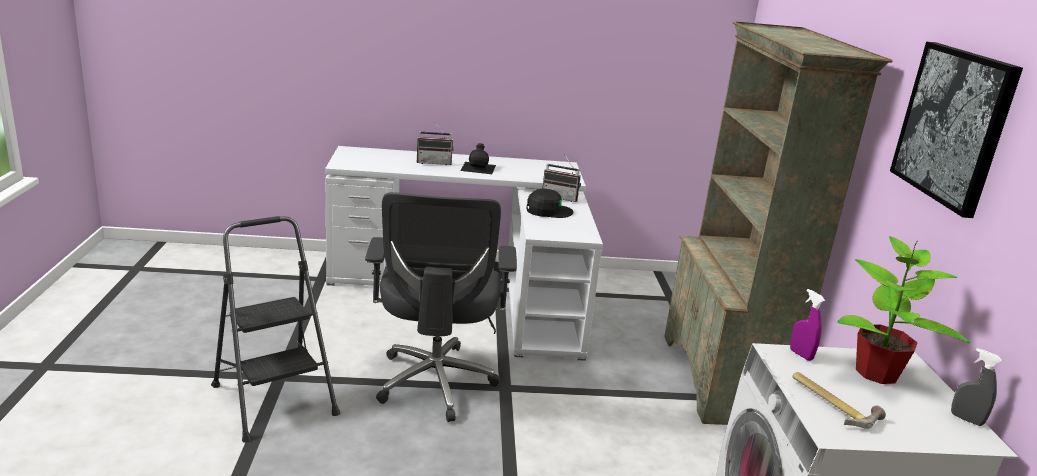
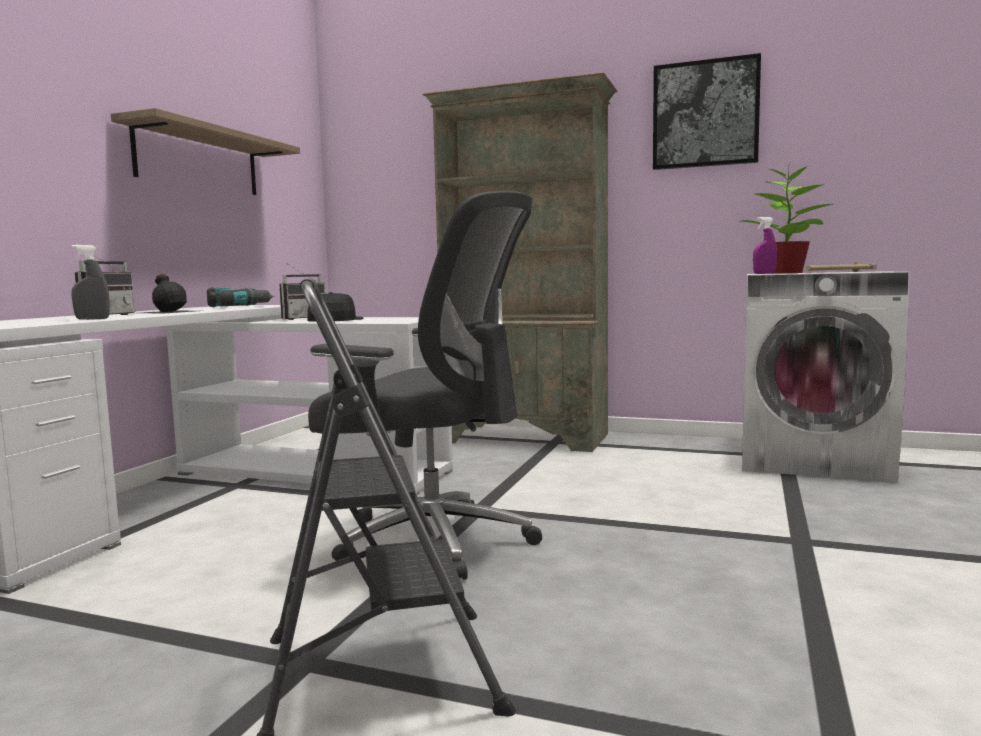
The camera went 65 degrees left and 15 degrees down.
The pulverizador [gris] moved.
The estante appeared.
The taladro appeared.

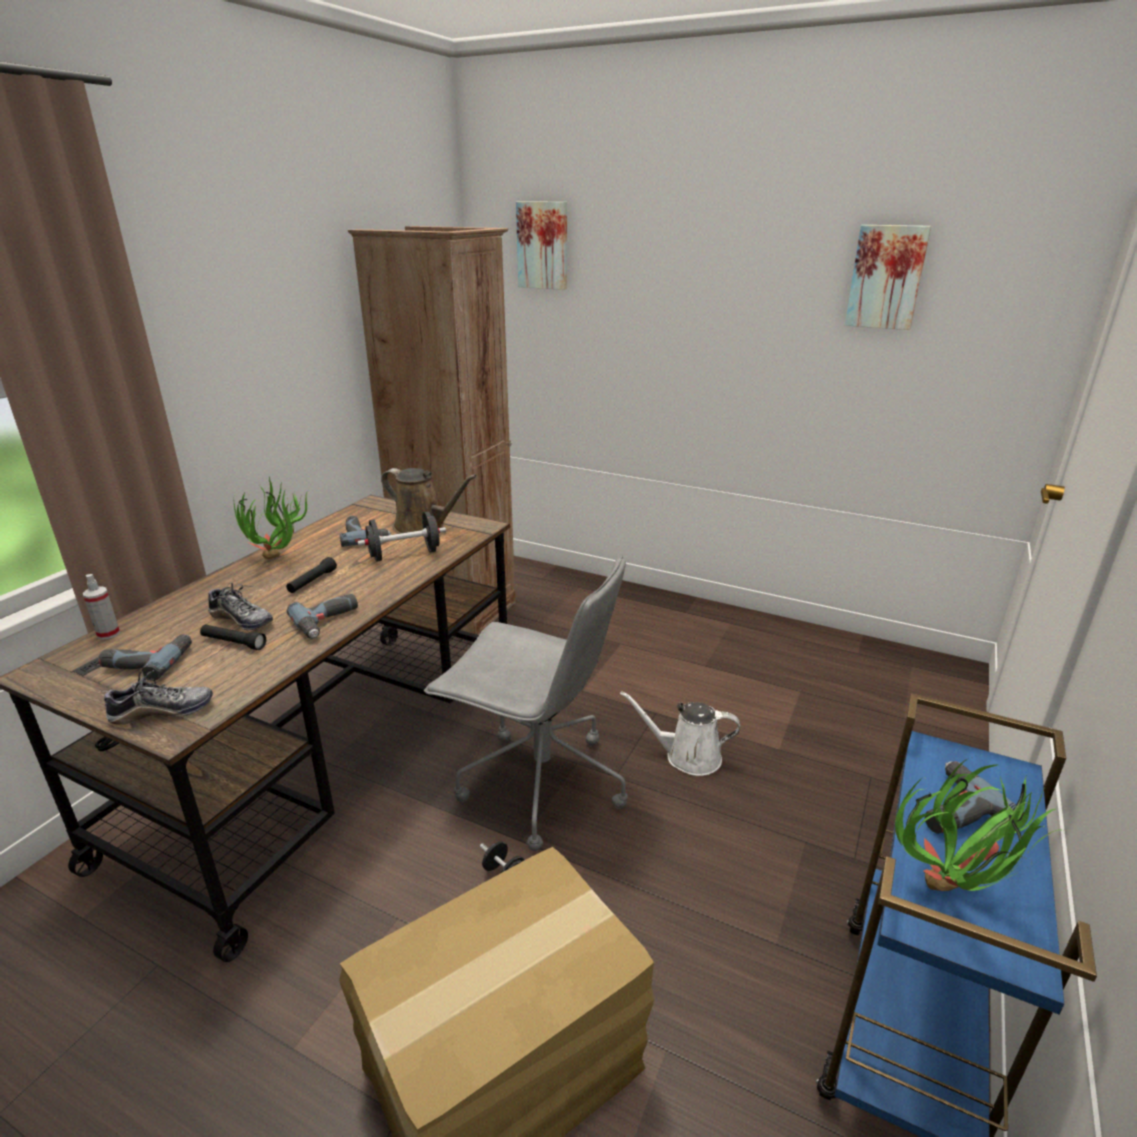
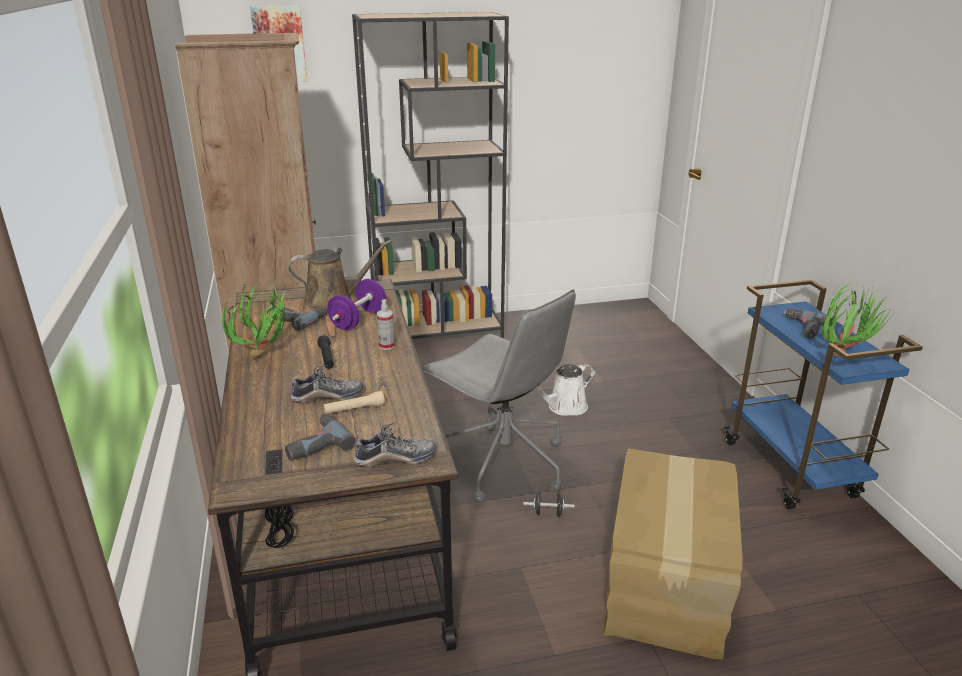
The camera went 40 degrees left and 0 degrees up.
The cuadro (2nd from left) disappeared.
The mancuerna [negro] (1st from left) became the mancuerna [morado].
The silla de oficina [gris] turned 60 degrees clockwise.
The pulverizador moved.
The taladro (2nd from left) disappeared.
The linterna [negro] (1st from left) became the linterna [beis].
The zapato (1st from left in the first image) turned 45 degrees clockwise.
The estantería appeared.

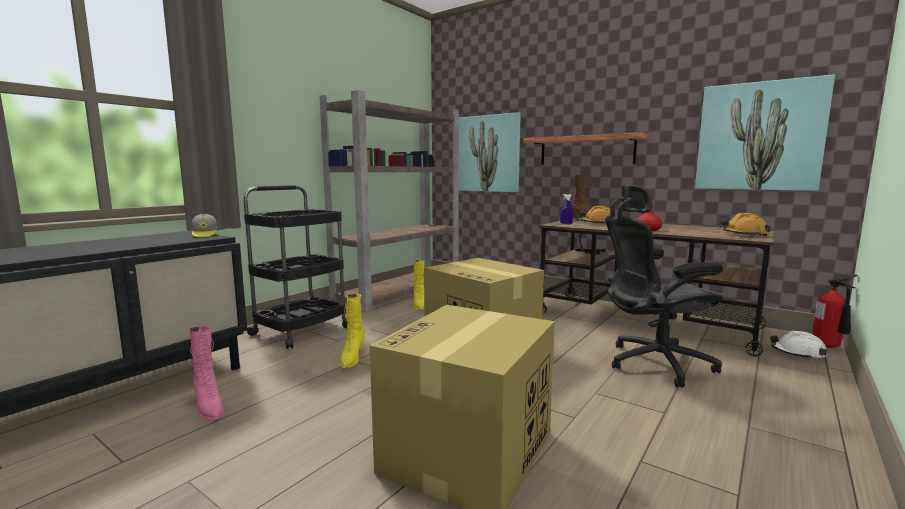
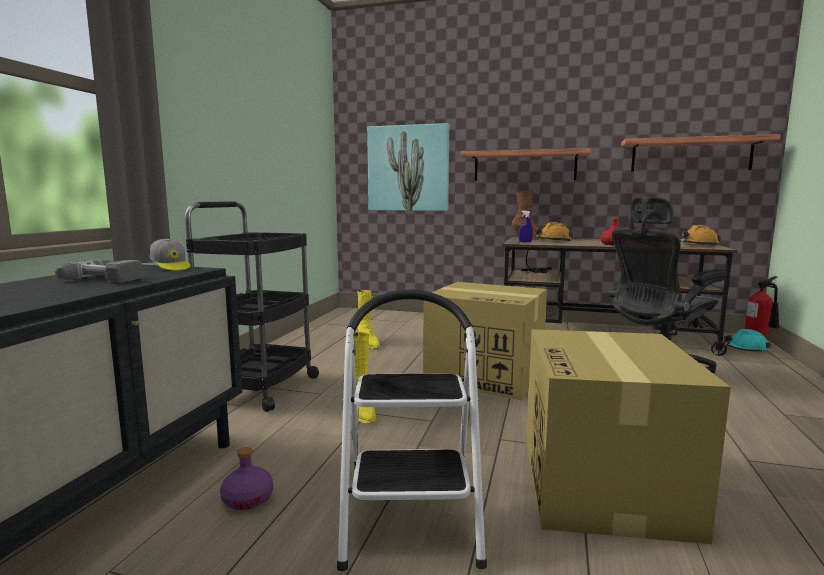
The camera went 20 degrees left and 0 degrees up.
The cuadro (2nd from left) was replaced by the estante (2nd from left).
The estantería [marrón] disappeared.
The bota [rosa] was replaced by the botella [morado].
The casco [blanco] became the casco [turquesa].
The taladro appeared.
The escalera de tijera appeared.

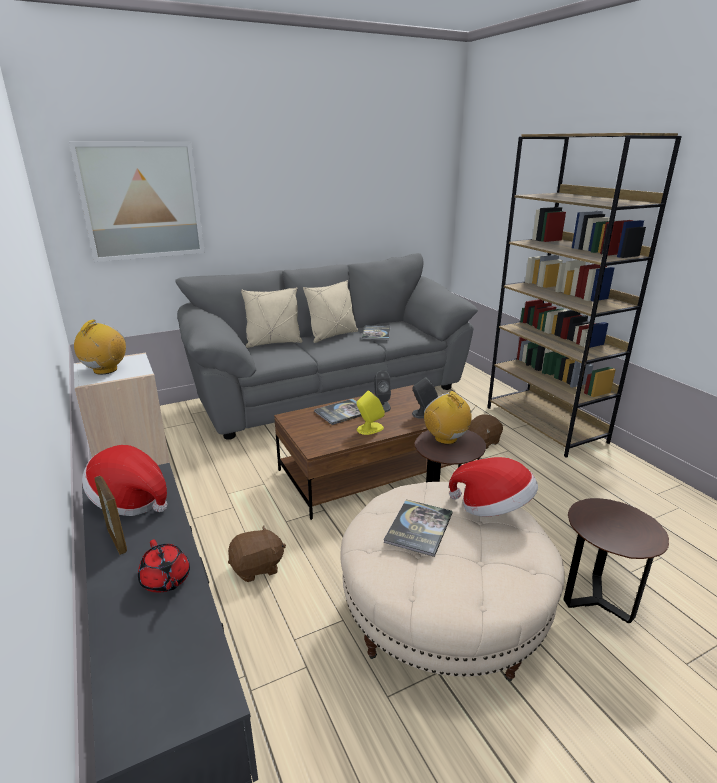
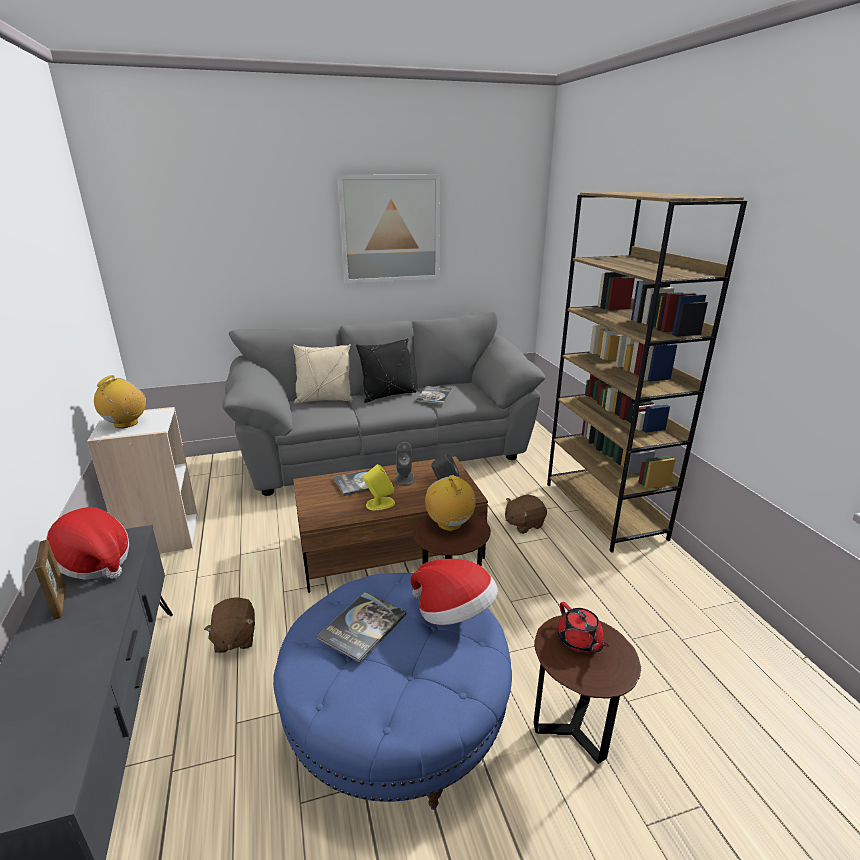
The camera went 10 degrees right and 0 degrees up.
The cuadro moved.
The cojín [beis] (2nd from left) became the cojín [negro].
The puf [beis] became the puf [azul].
The peluche [marrón] (1st from left) turned 90 degrees clockwise.
The tetera [rojo] moved.

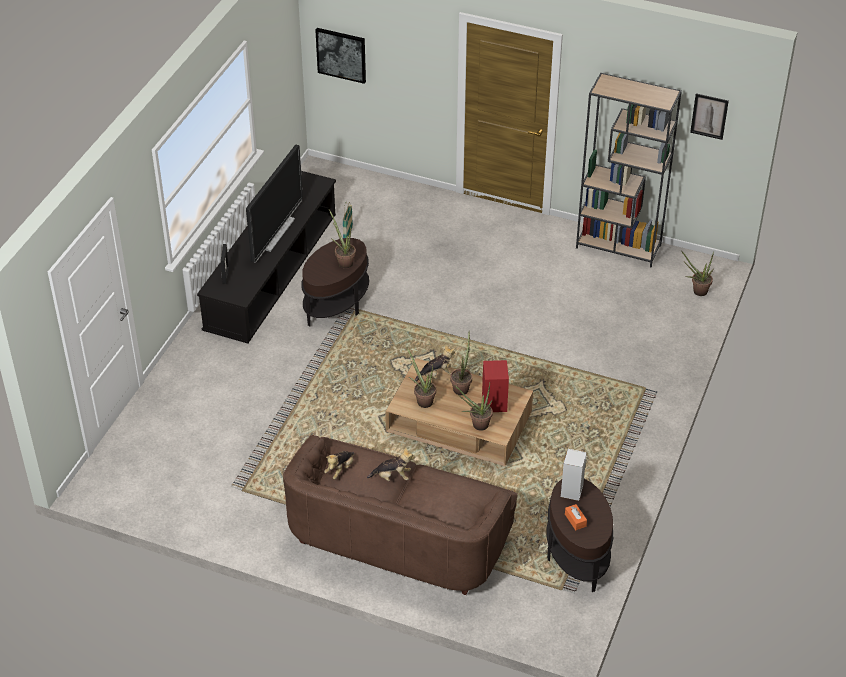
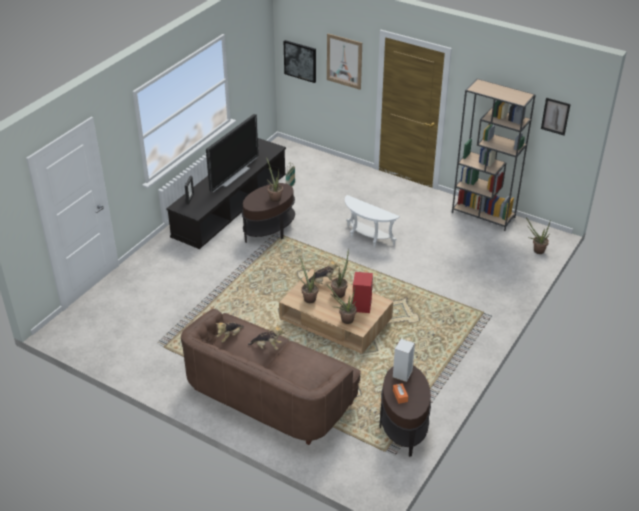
The camera went 10 degrees right and 5 degrees down.
The cuadro (2nd from left) appeared.
The mesa auxiliar [blanco] appeared.

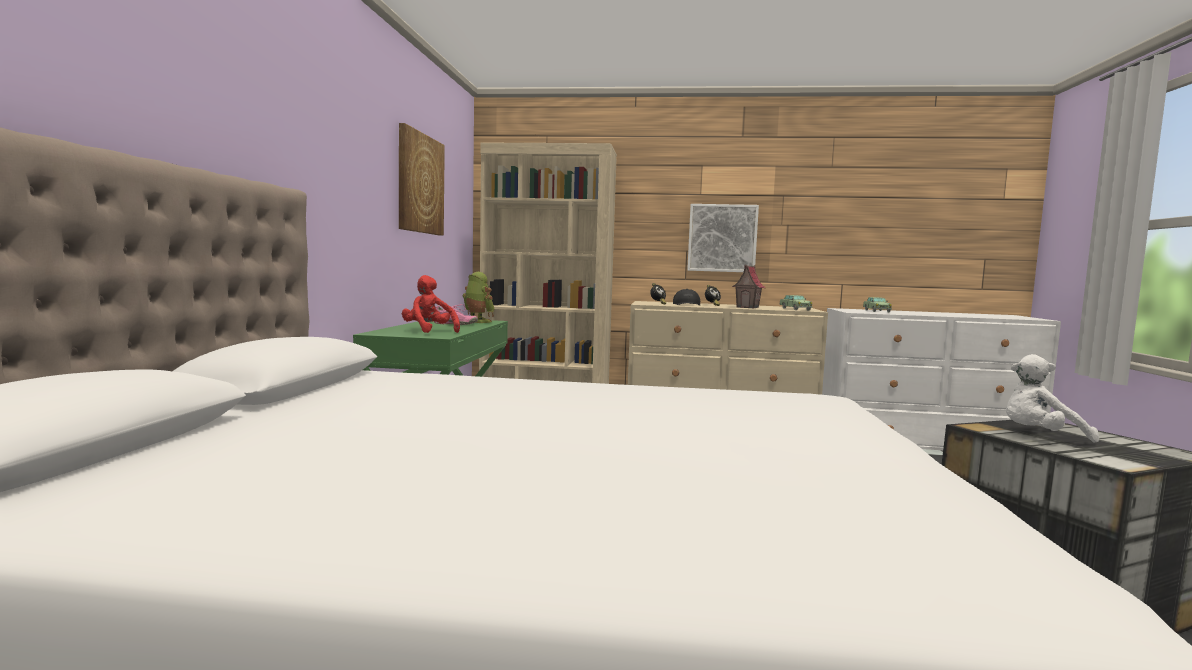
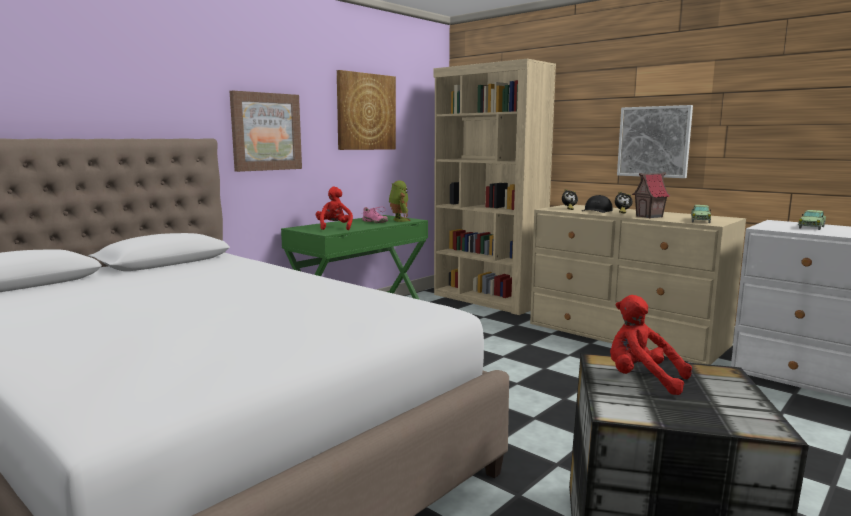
The camera went 35 degrees right and 5 degrees up.
The peluche [blanco] became the peluche [rojo] (2nd from left).
The cuadro (1st from left) appeared.

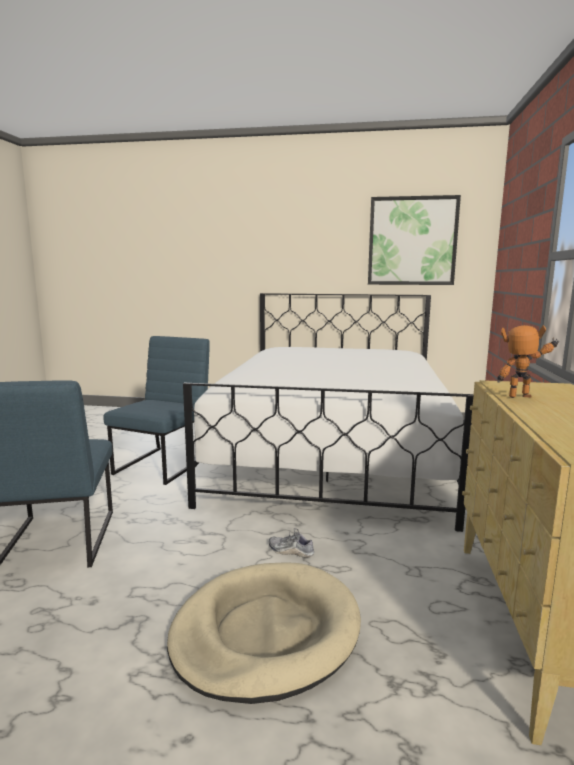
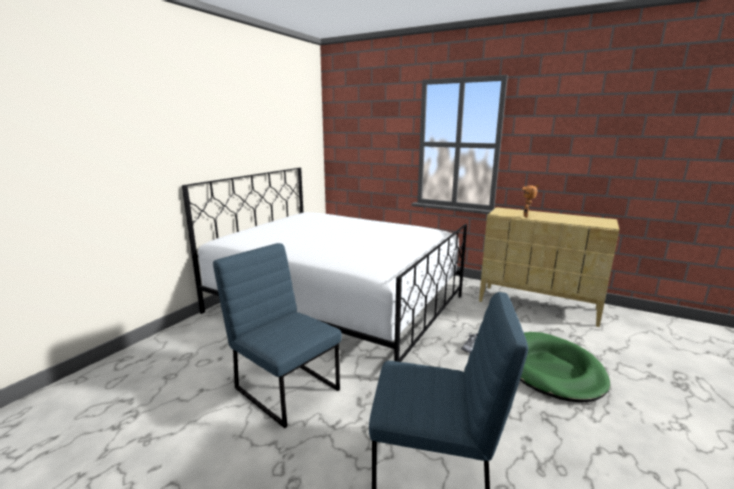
The camera went 70 degrees left and 5 degrees up.
The cuadro disappeared.
The cama para perro [beis] became the cama para perro [verde].

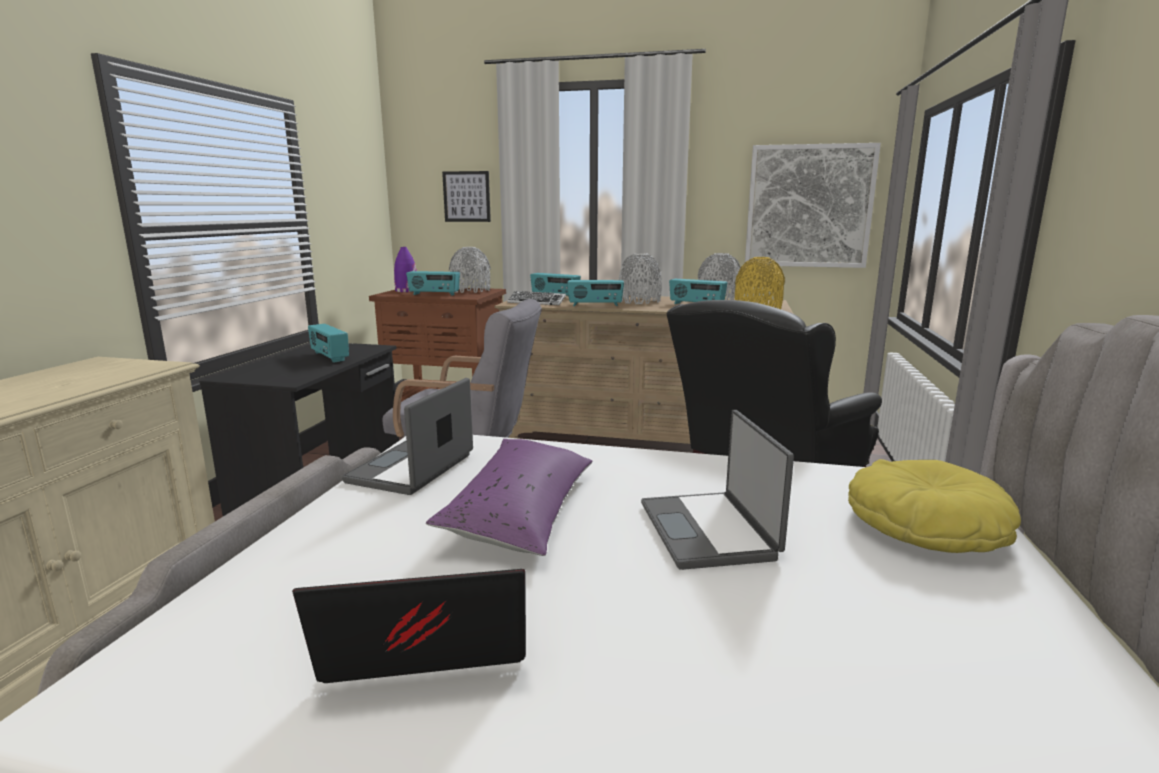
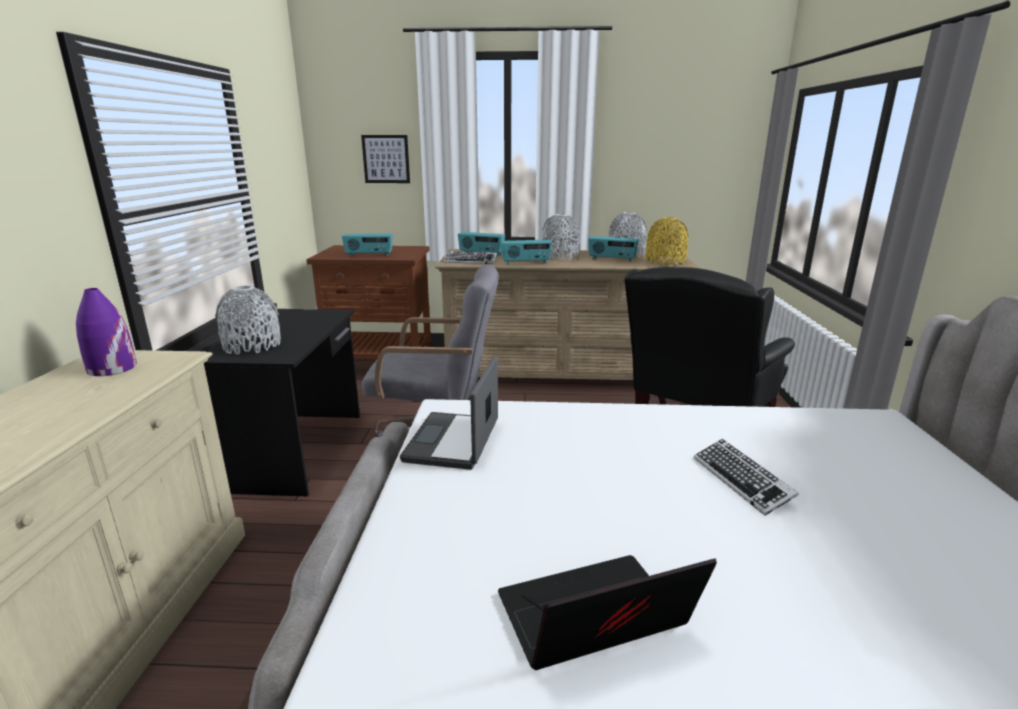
The camera went 10 degrees left and 5 degrees up.
The cuadro (2nd from left) disappeared.
The florero [morado] moved.
The florero [gris] (1st from left) moved.
The radio (1st from left) disappeared.
The portátil (3rd from left) was replaced by the teclado (2nd from left).
The cojín [morado] disappeared.
The cojín [amarillo] disappeared.

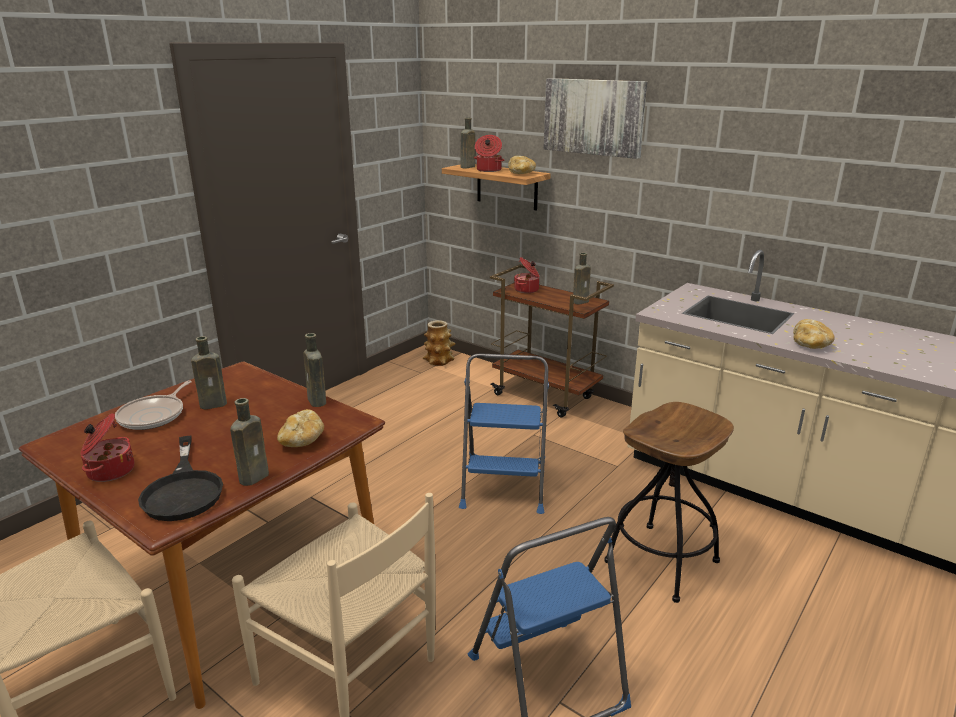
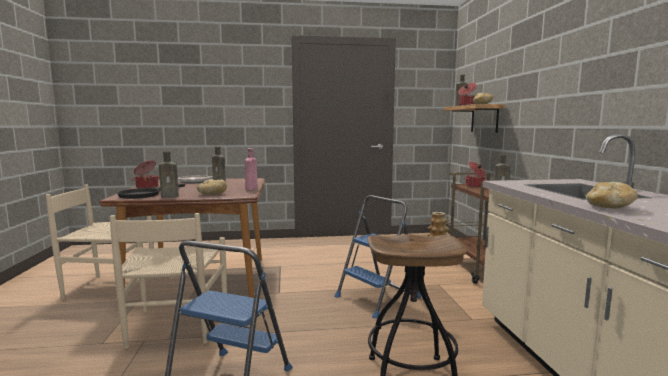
The camera went 45 degrees right and 15 degrees down.
The cuadro disappeared.
The botella [marrón] (3rd from left) became the botella [rosa].

